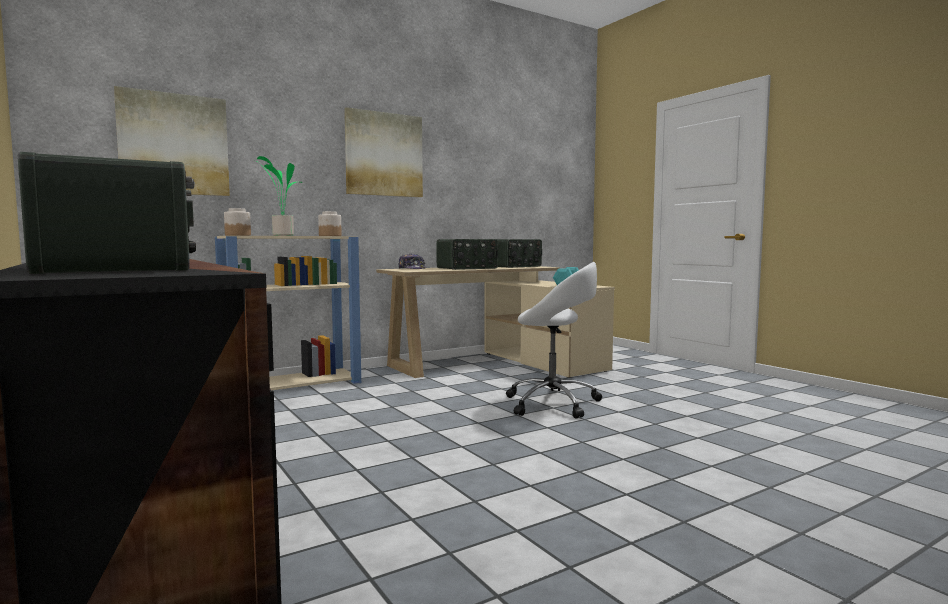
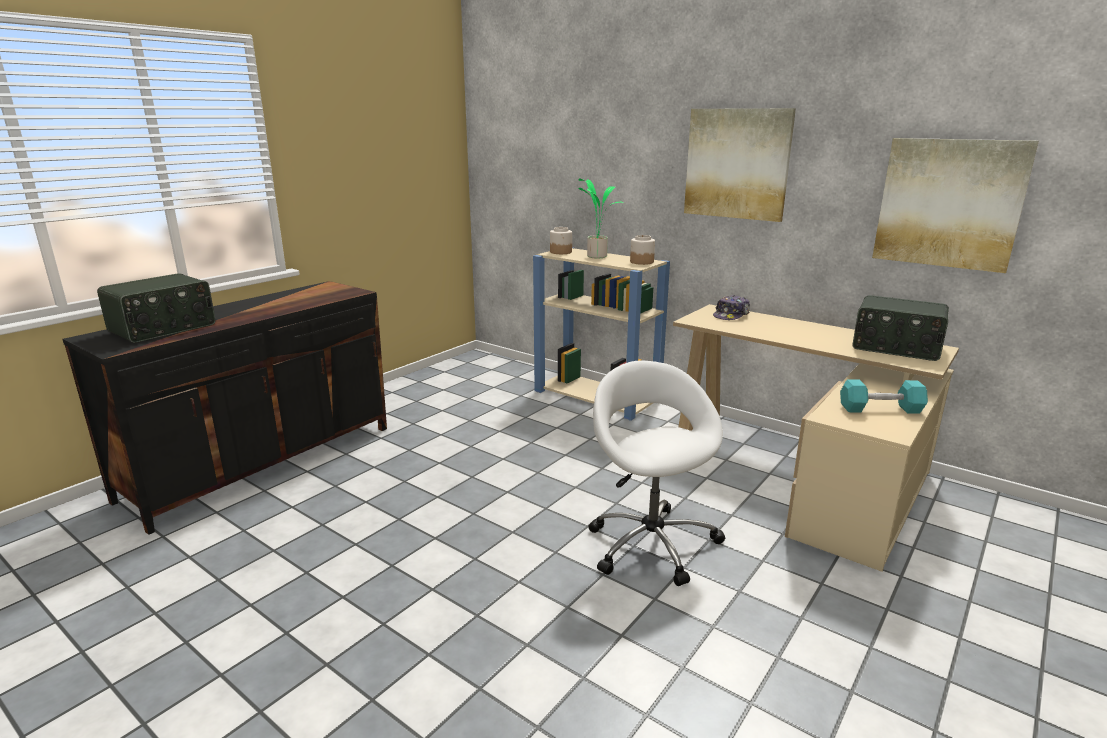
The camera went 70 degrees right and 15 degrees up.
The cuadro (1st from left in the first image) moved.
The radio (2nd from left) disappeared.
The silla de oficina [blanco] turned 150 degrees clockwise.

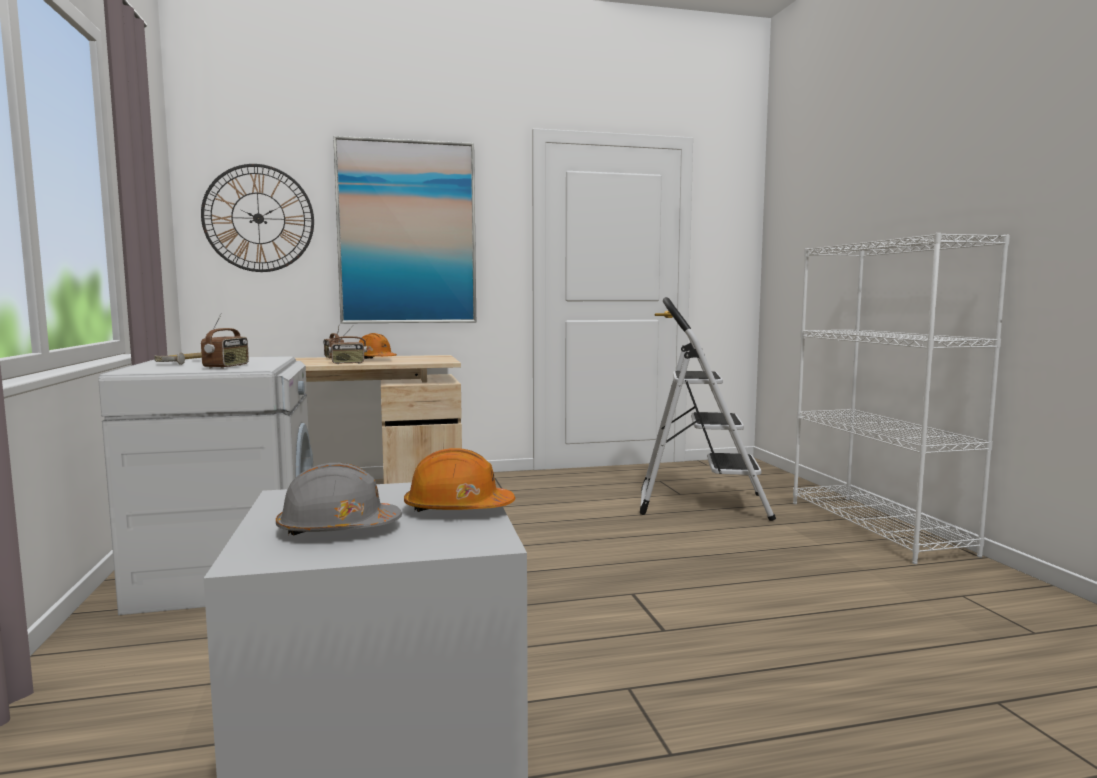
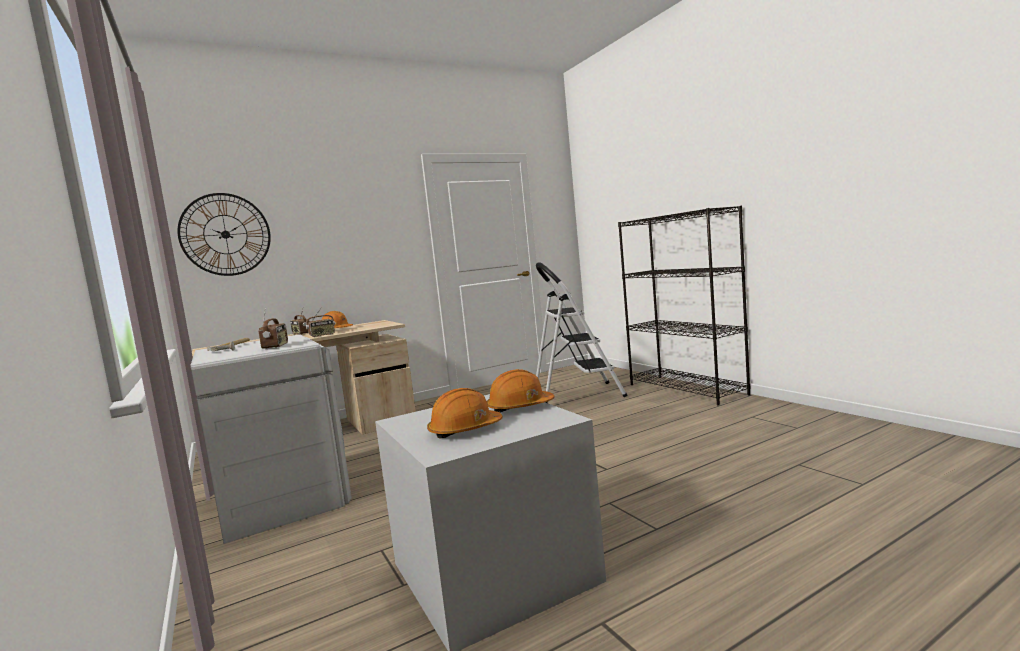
The camera went 15 degrees left and 0 degrees up.
The cuadro disappeared.
The estantería [blanco] became the estantería [negro].
The casco [gris] became the casco [naranja] (2nd from left).

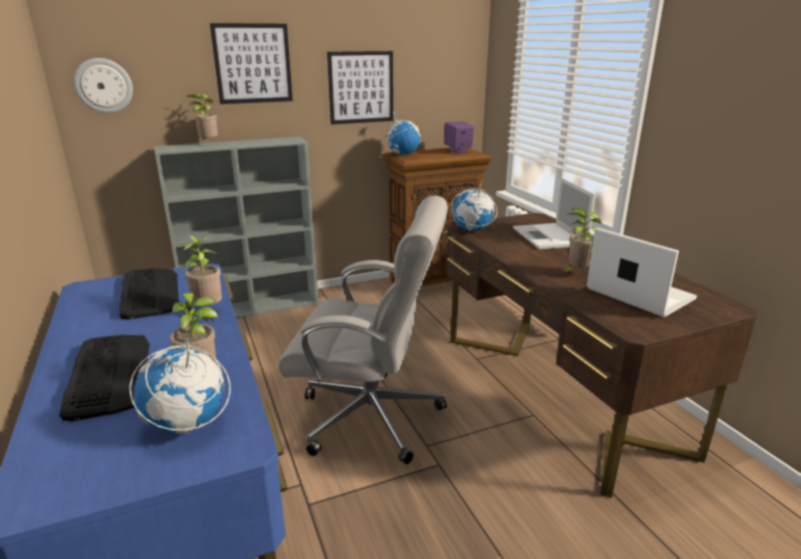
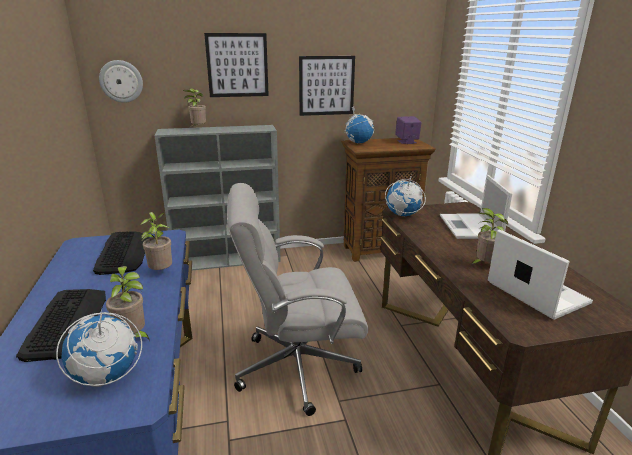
The camera went 10 degrees right and 0 degrees up.
The silla de oficina [gris] turned 150 degrees clockwise.

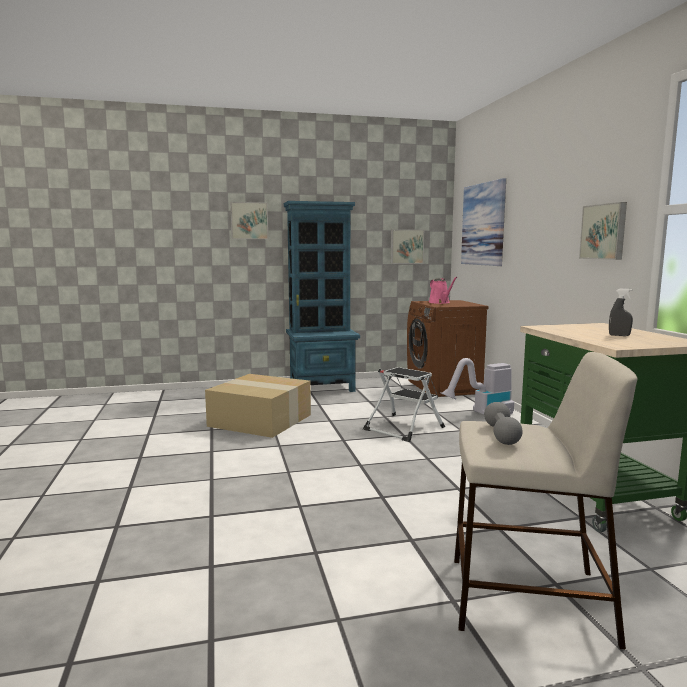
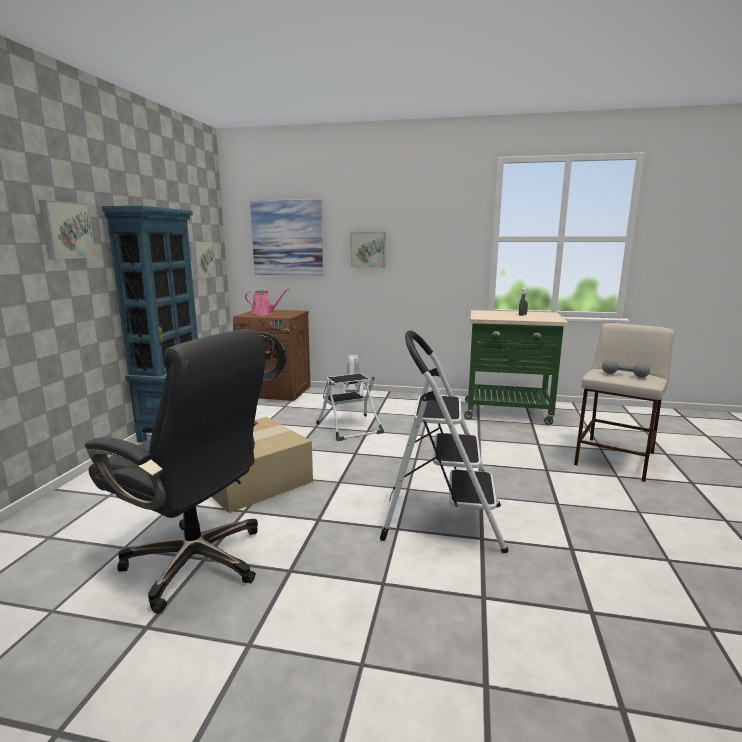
The camera went 65 degrees left and 5 degrees up.
The cuadro (4th from left) moved.
The silla de oficina [negro] appeared.
The escalera de tijera (2nd from left) appeared.

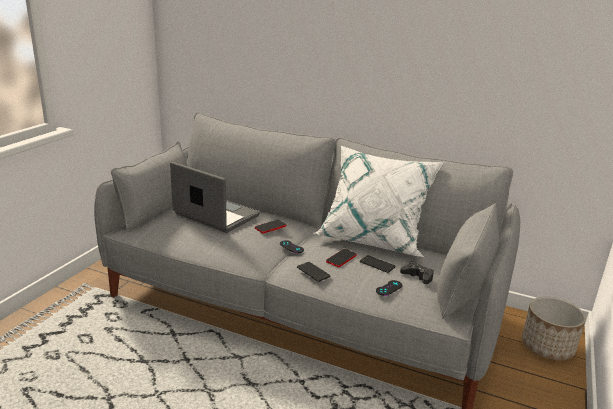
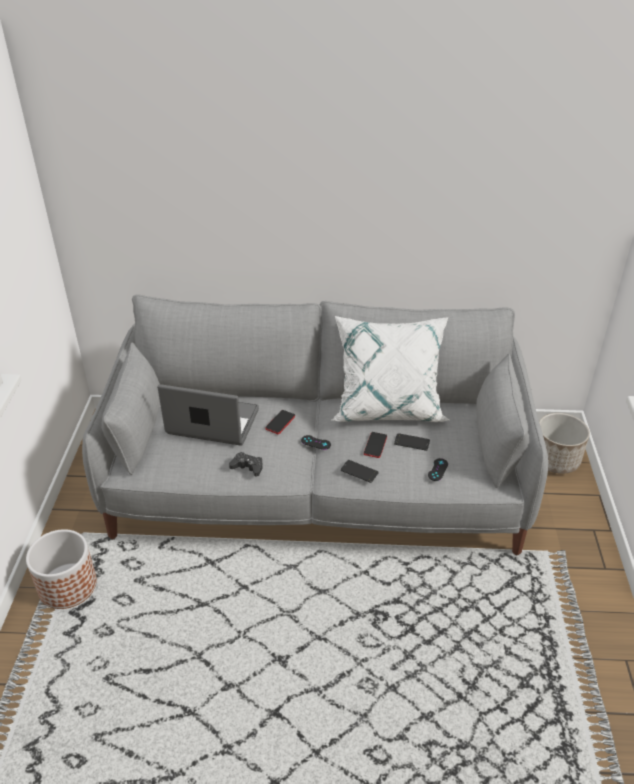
The camera went 20 degrees left and 15 degrees up.
The mando de consola [negro] (3rd from left in the first image) moved.
The maceta (1st from left) appeared.

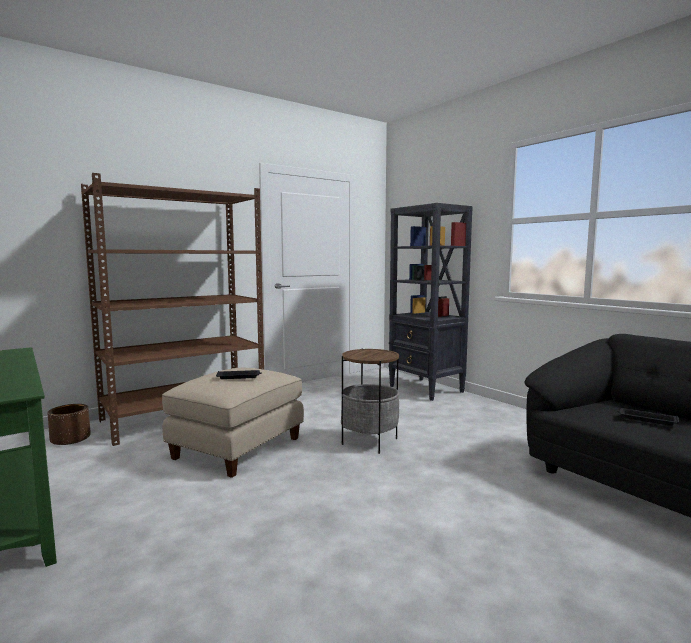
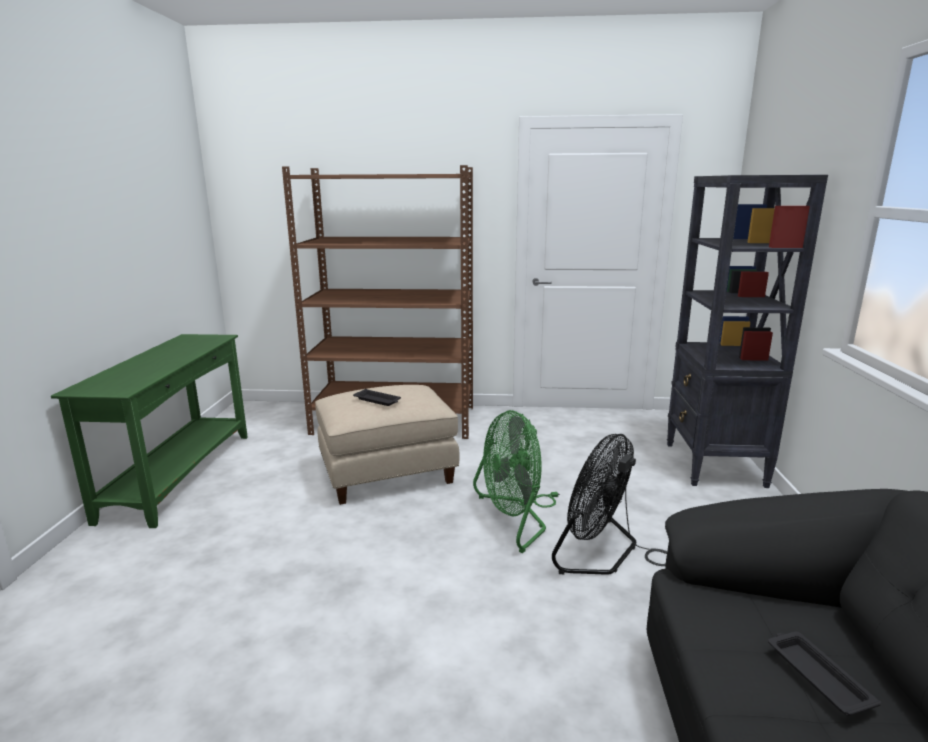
The camera went 40 degrees right and 10 degrees up.
The mesa auxiliar was replaced by the ventilador [verde].
The maceta [marrón] disappeared.
The ventilador [negro] appeared.

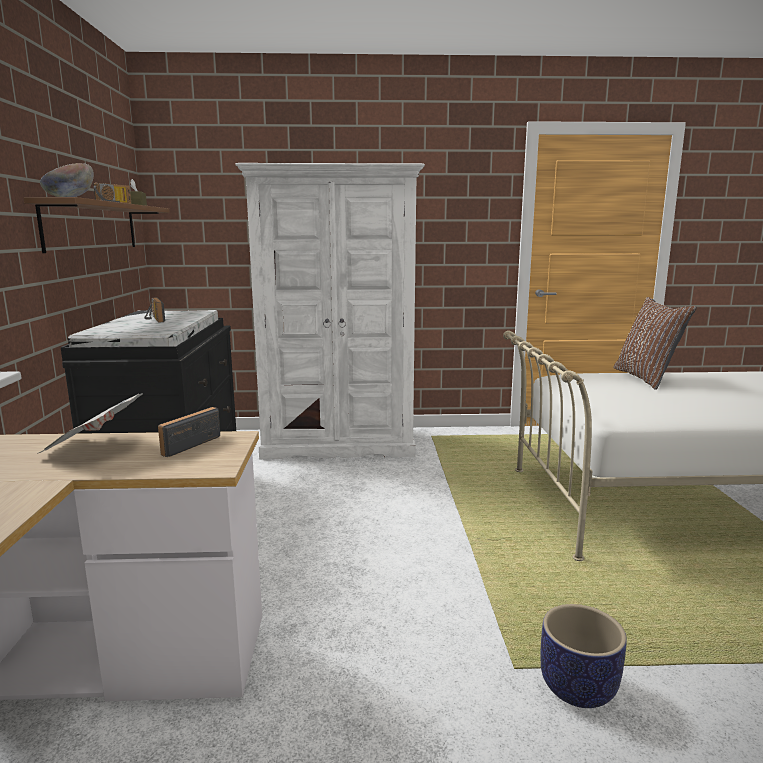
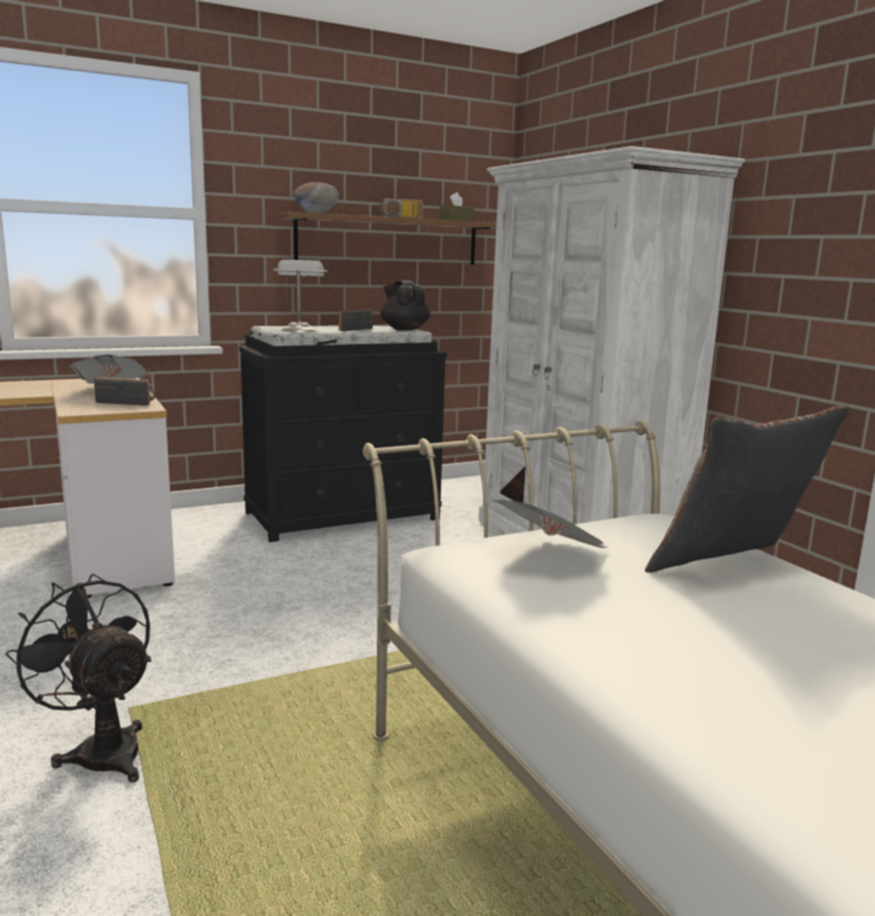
The camera went 65 degrees right and 0 degrees up.
The maceta was replaced by the ventilador [negro].
The lámpara de mesa [blanco] appeared.
The tetera [negro] appeared.
The periódico (2nd from left) appeared.

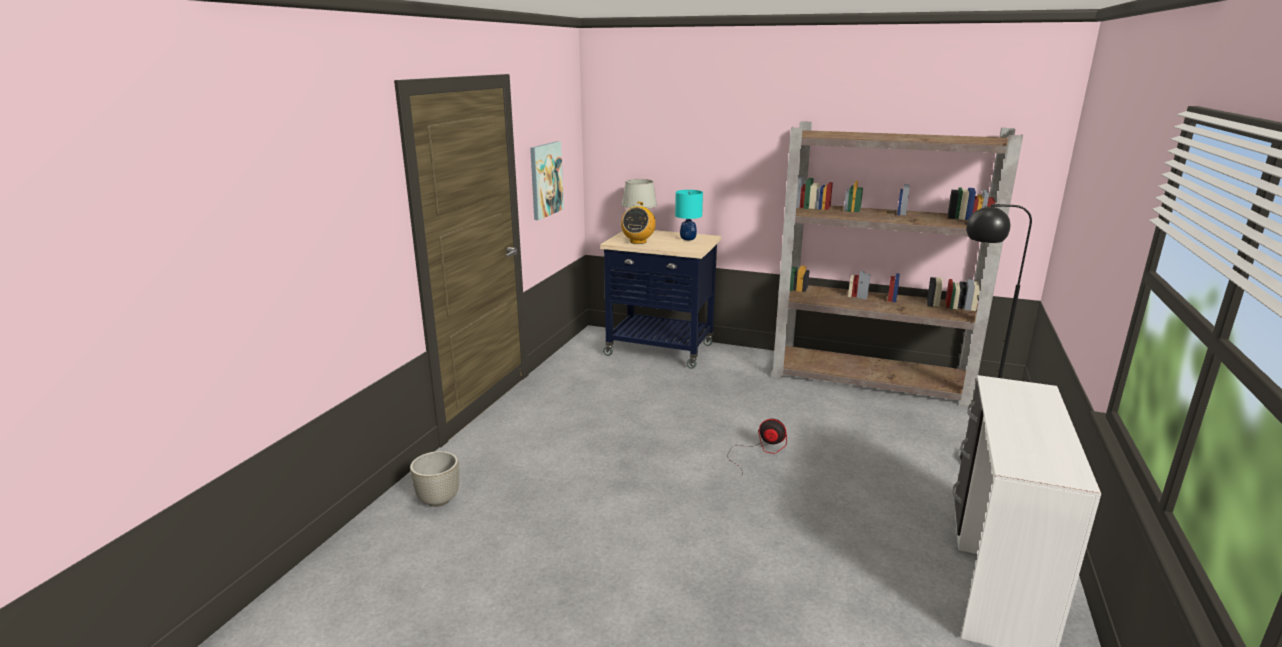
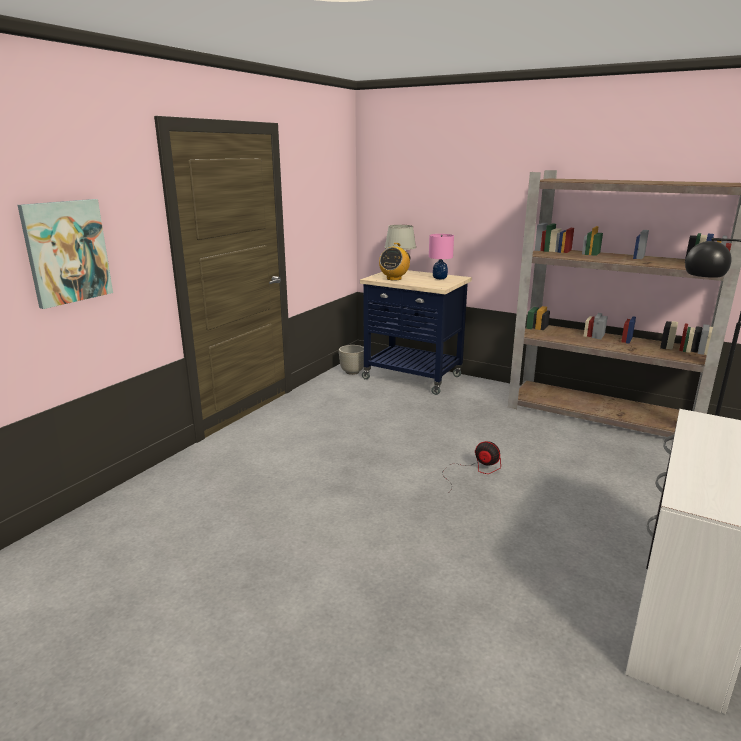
The camera went 10 degrees right and 0 degrees up.
The cuadro moved.
The lámpara de mesa [turquesa] became the lámpara de mesa [rosa].
The maceta [gris] moved.

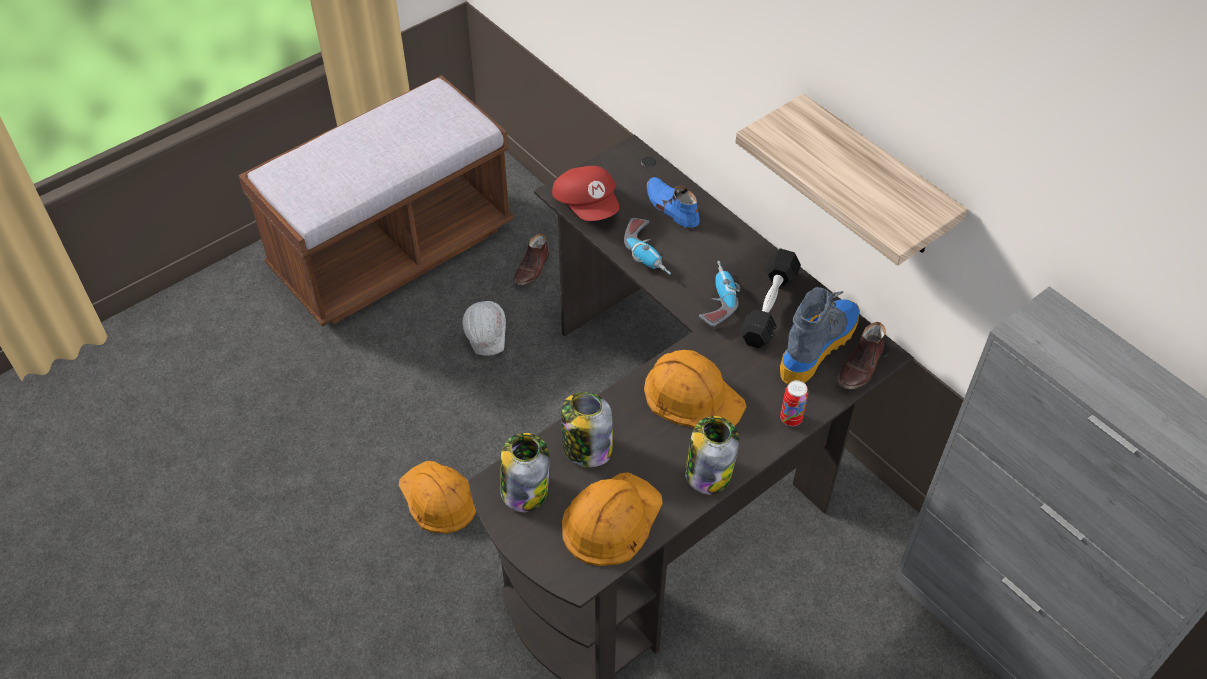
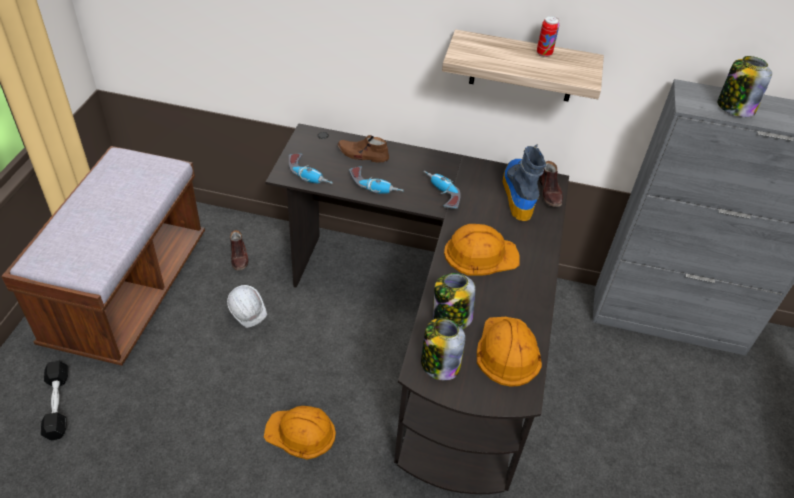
The camera went 40 degrees left and 5 degrees down.
The gorra [rojo] was replaced by the taladro (1st from left).
The zapato [azul] became the zapato [marrón] (2nd from left).
The mancuerna [negro] moved.
The lata moved.
The tarro (3rd from left) moved.

